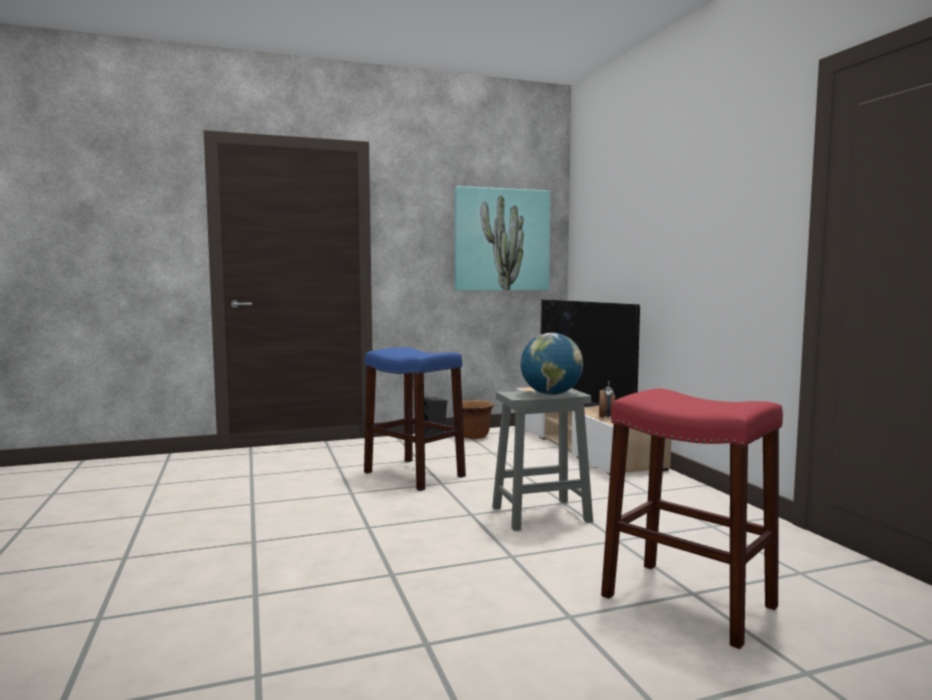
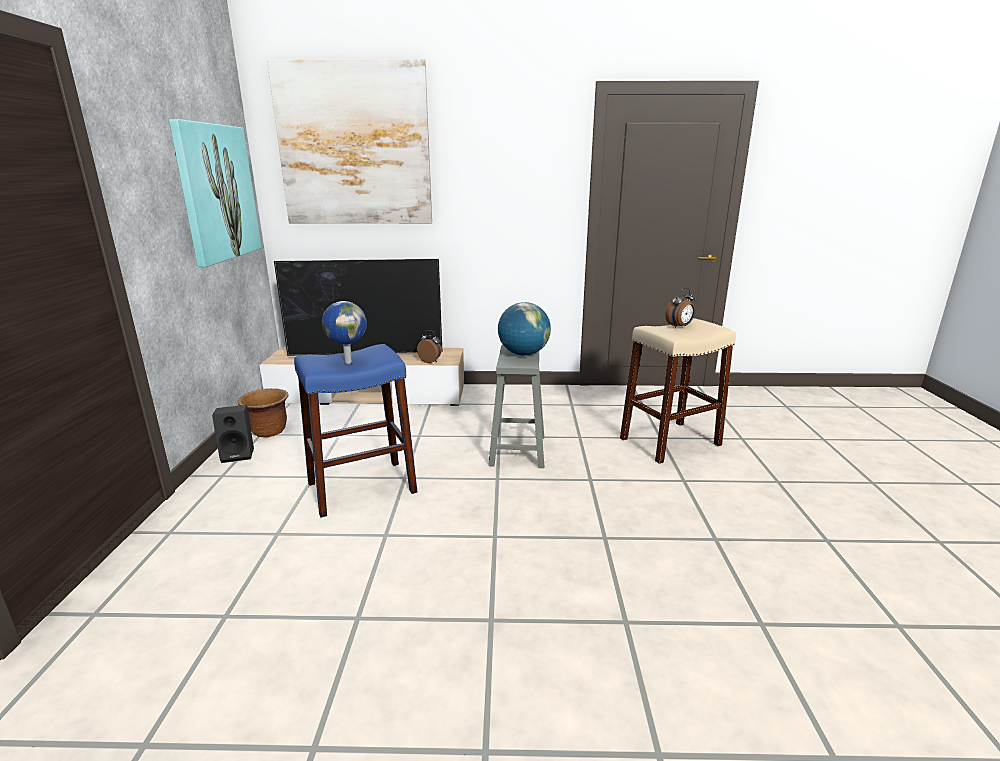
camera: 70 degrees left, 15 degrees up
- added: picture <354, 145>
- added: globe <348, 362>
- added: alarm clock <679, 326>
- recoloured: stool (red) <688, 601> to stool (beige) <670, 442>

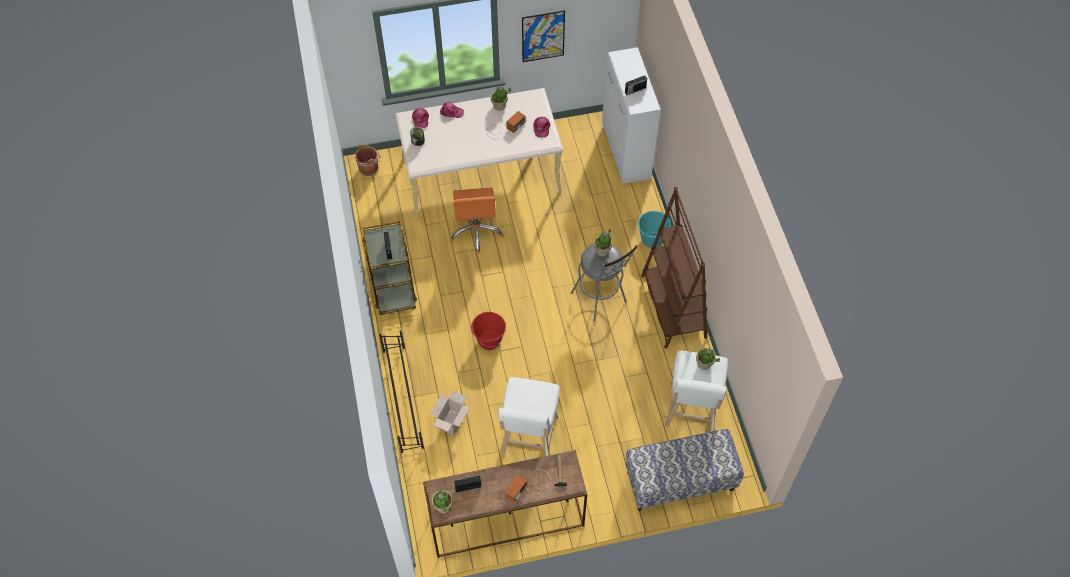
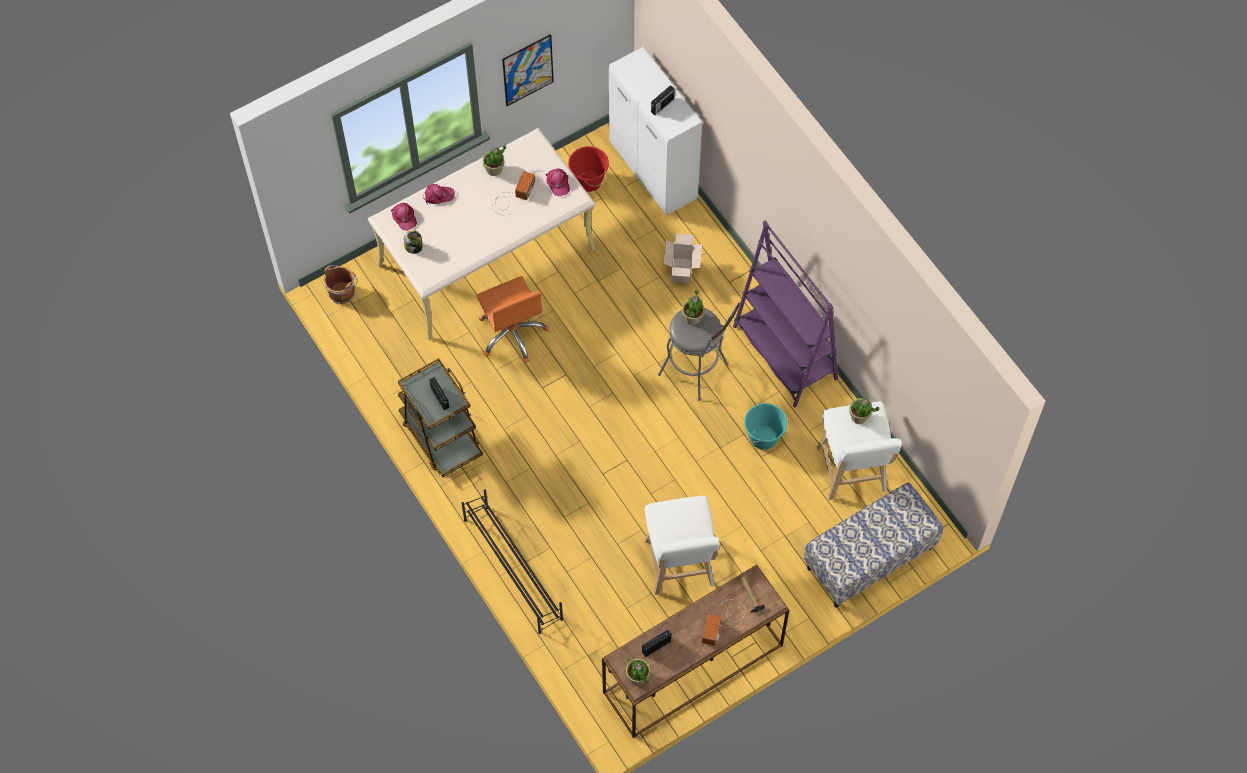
camera: 20 degrees left, 5 degrees up
- moved: cardboard box <452, 423> to <682, 271>
- moved: bucket (red) <489, 340> to <588, 181>
- moved: bucket (turquoise) <652, 239> to <763, 438>
- recoloured: bookcase (brown) <673, 306> to bookcase (purple) <785, 353>

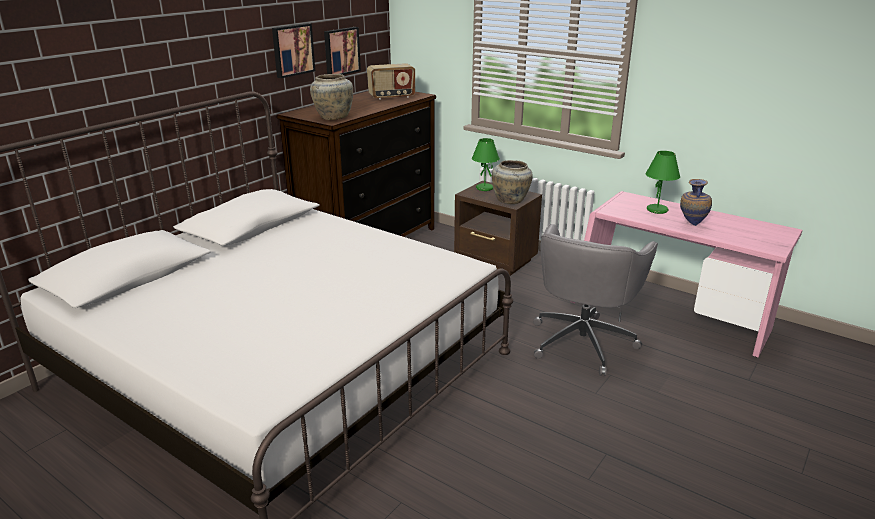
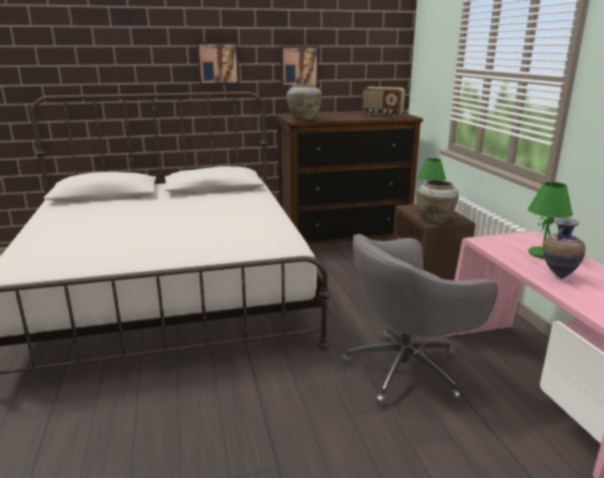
camera: 40 degrees right, 5 degrees down
- moved: picture <341, 51> to <218, 63>

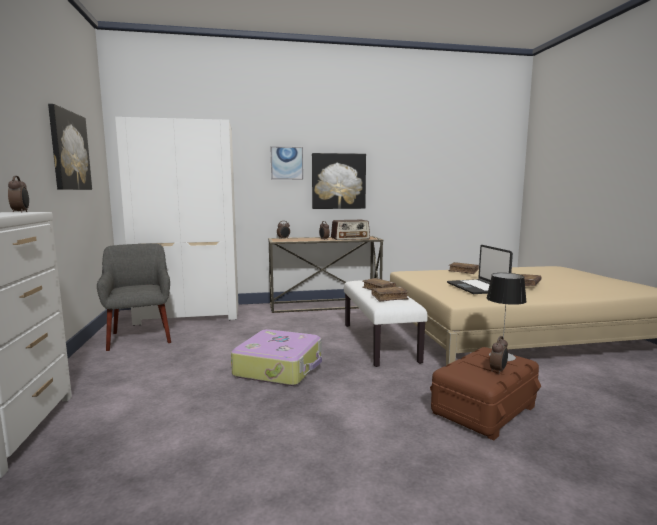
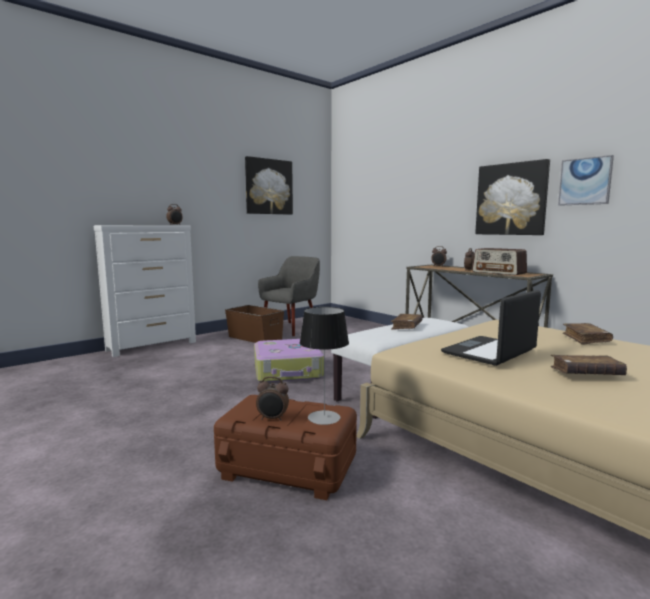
camera: 60 degrees right, 0 degrees up
- removed: wardrobe (white) <190, 314>
- removed: book (brown) <389, 298>
- added: storage box (brown) <255, 338>
- moved: picture <286, 163> to <585, 181>

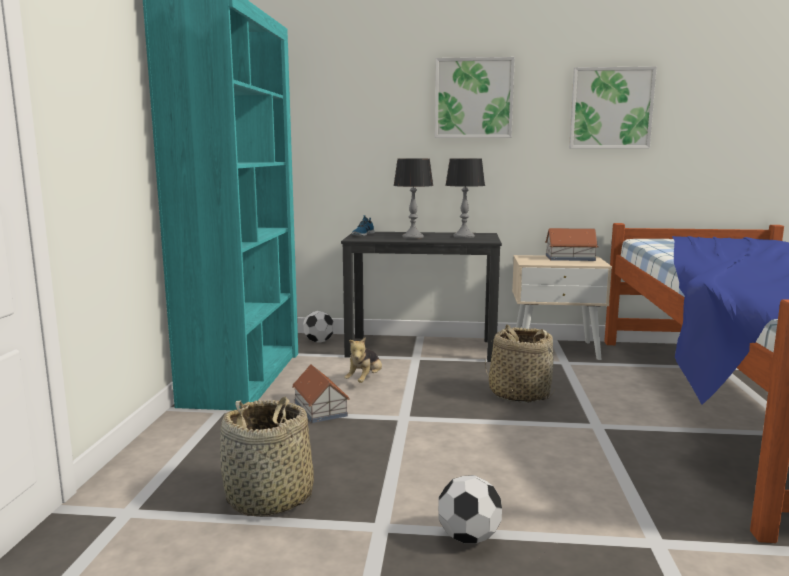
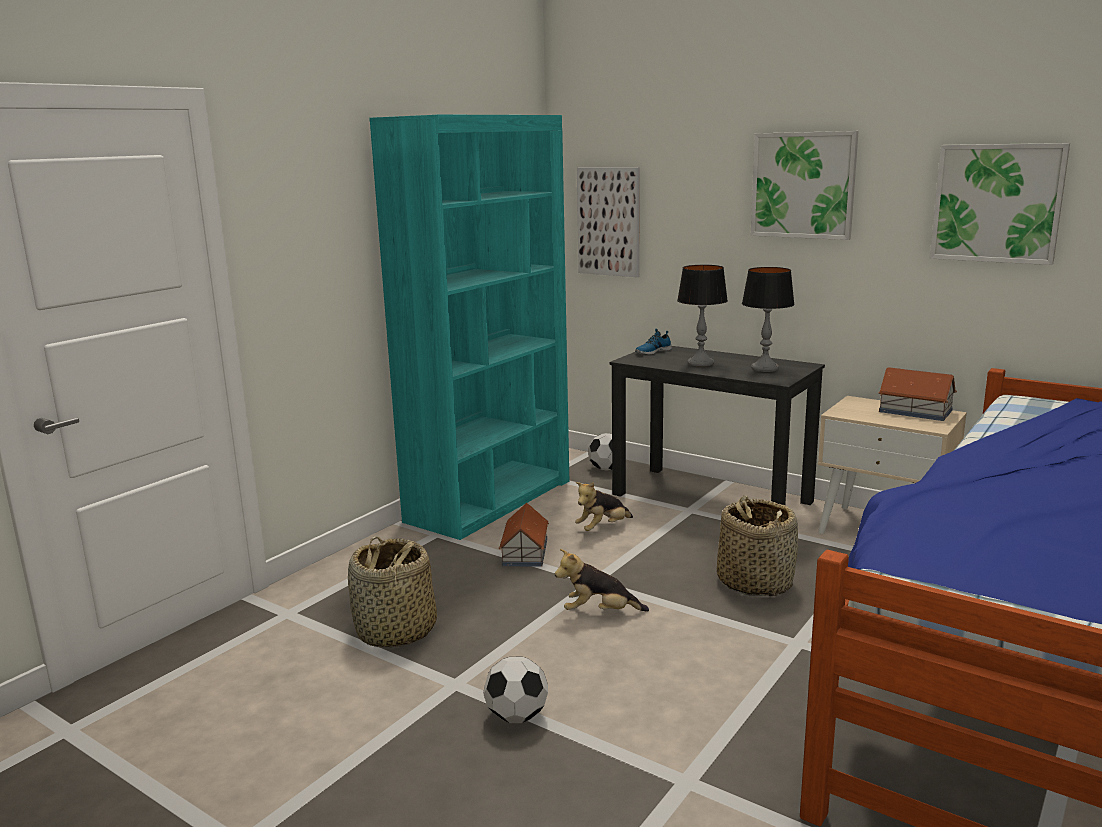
camera: 30 degrees right, 5 degrees up
- added: plush toy <599, 612>
- added: picture <609, 221>

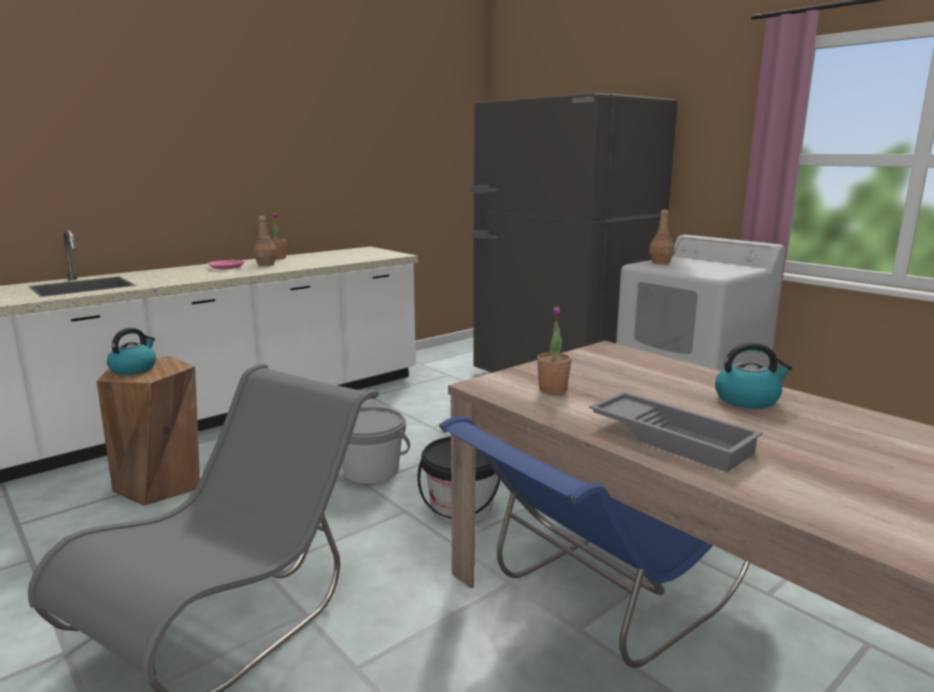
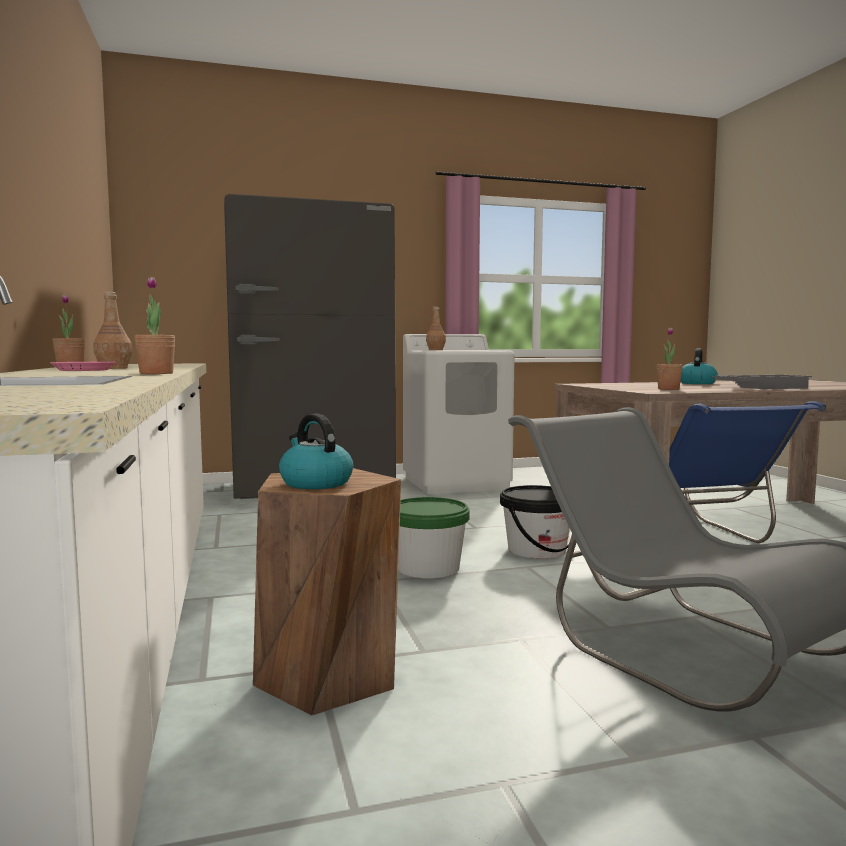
camera: 65 degrees left, 10 degrees down
- added: potted plant <156, 373>
- recoloured: bucket (grey) <371, 471> to bucket (green) <428, 568>

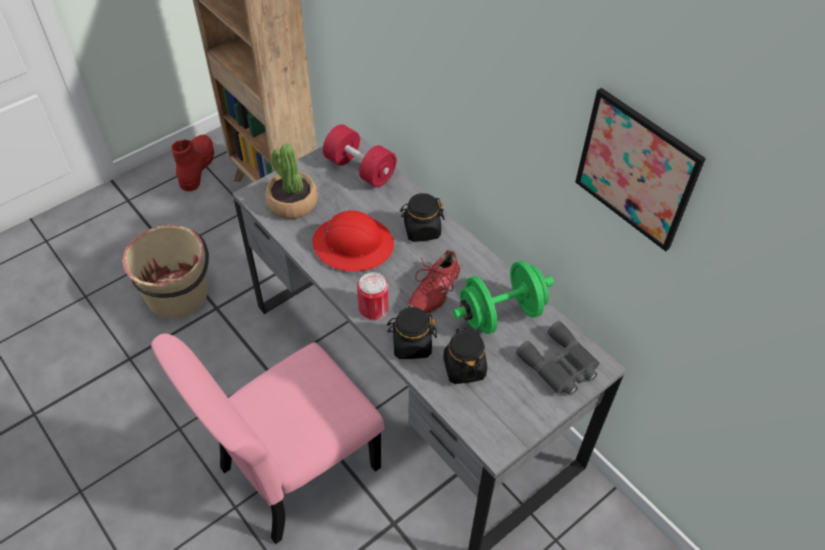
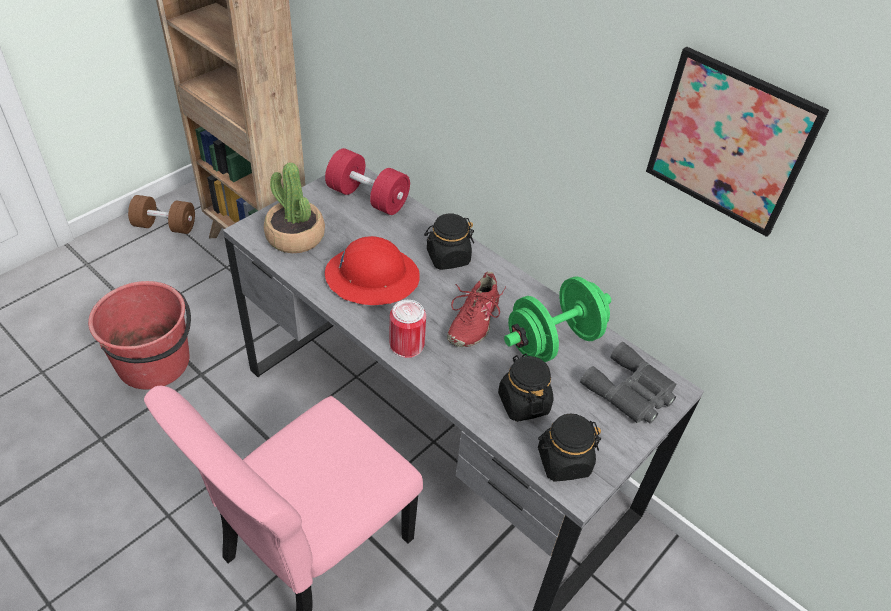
camera: 10 degrees left, 5 degrees down
- moved: jar (black) <411, 345> to <563, 461>
- replaced: boot (red) <196, 168> to dumbbell (brown) <165, 226>
- recoloured: bucket (beige) <178, 295> to bucket (red) <155, 363>

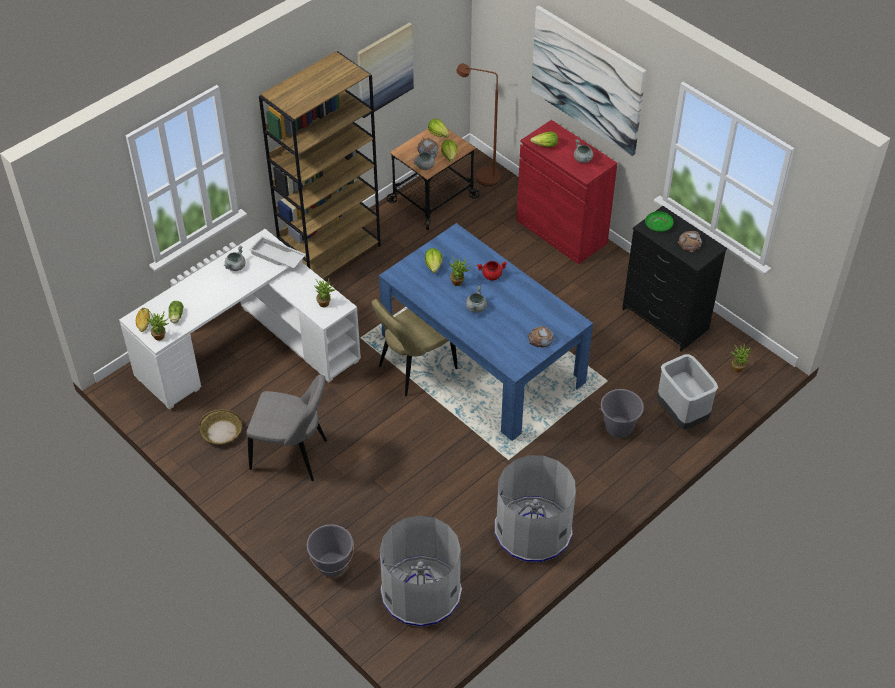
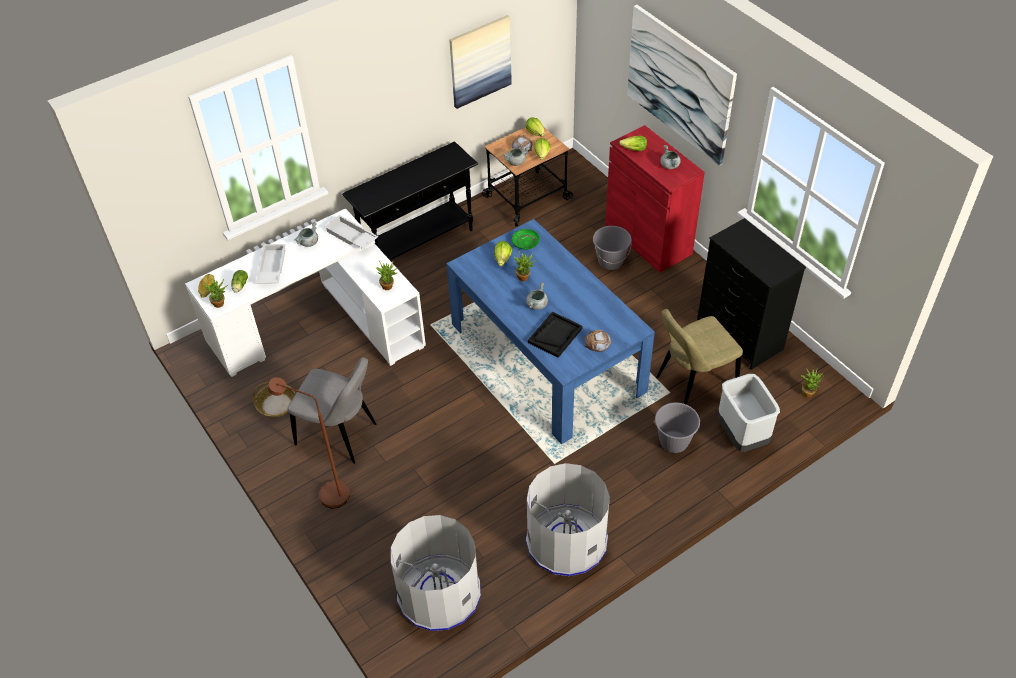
camera: 10 degrees right, 0 degrees up
- removed: cooking pot (red) <491, 276>
- removed: bread <690, 243>
- added: tray (white) <271, 268>
- added: tray (black) <555, 335>
- moved: bucket (grey) <332, 564> to <610, 261>
- moved: chair (beige) <414, 369> to <692, 383>
- moved: floor lamp (brown) <481, 176> to <327, 492>
- moved: plate (green) <658, 225> to <525, 242>
- replaced: bookcase (brown) <331, 256> to console table (black) <418, 243>

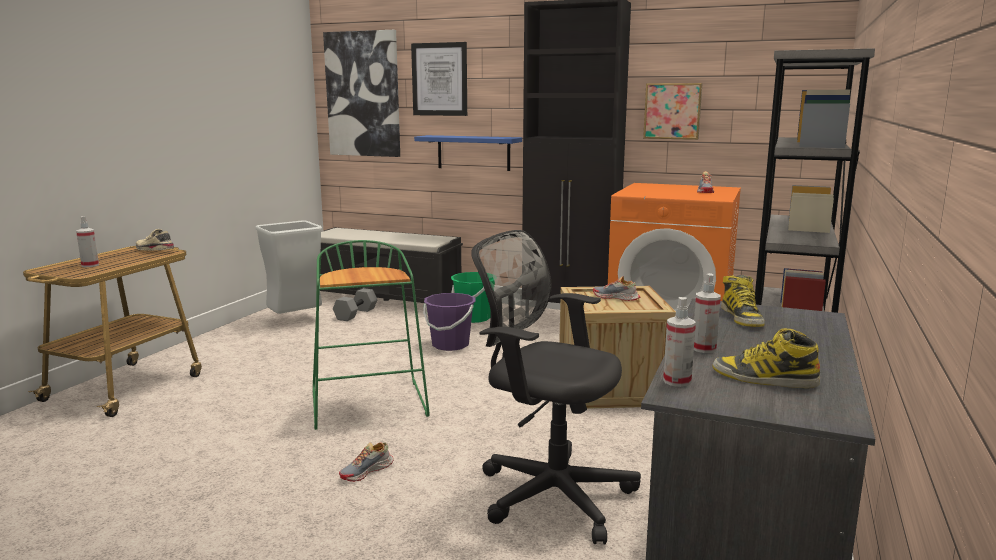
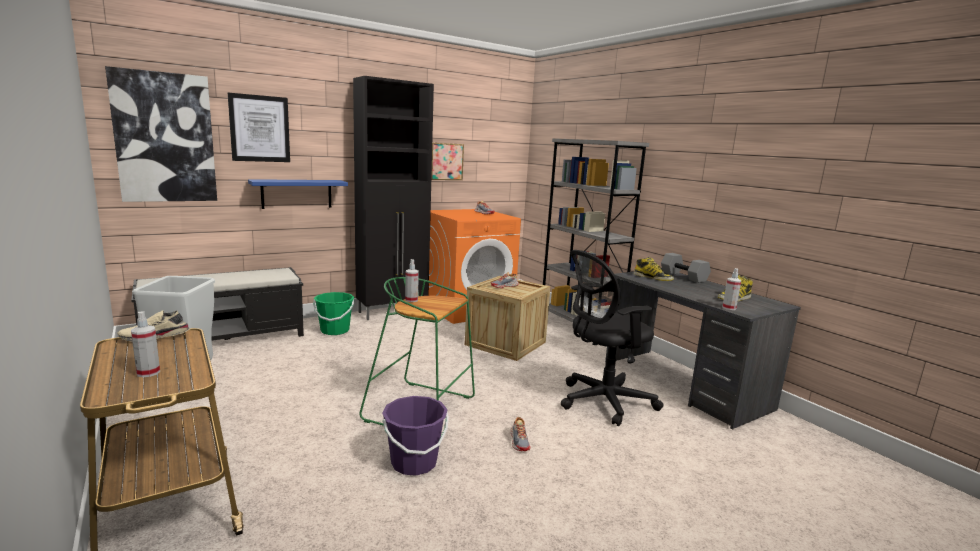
camera: 55 degrees left, 0 degrees up
- moved: dumbbell (grey) <356, 314> to <684, 277>
- moved: bucket (purple) <450, 345> to <414, 462>
- moved: spray bottle <704, 348> to <411, 300>

